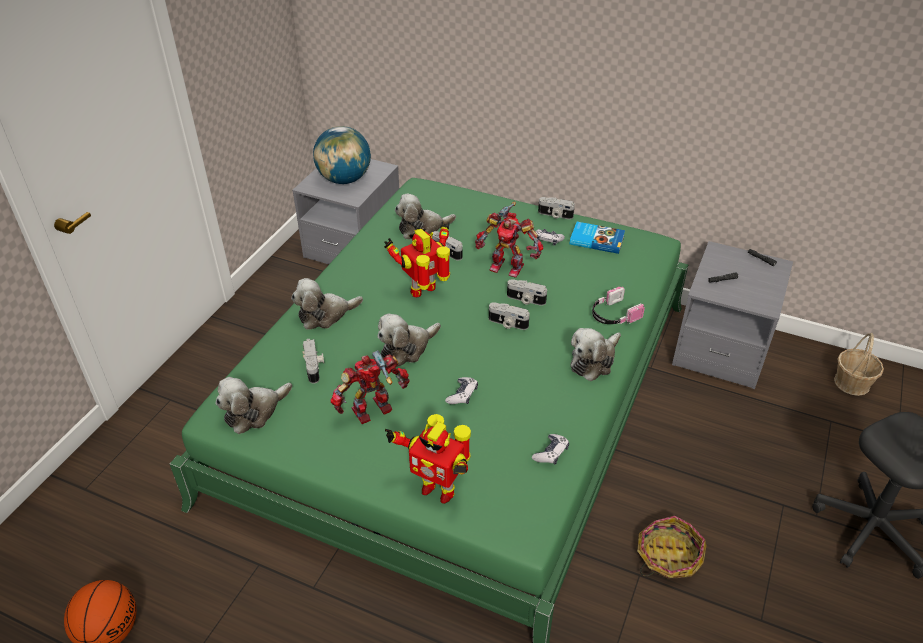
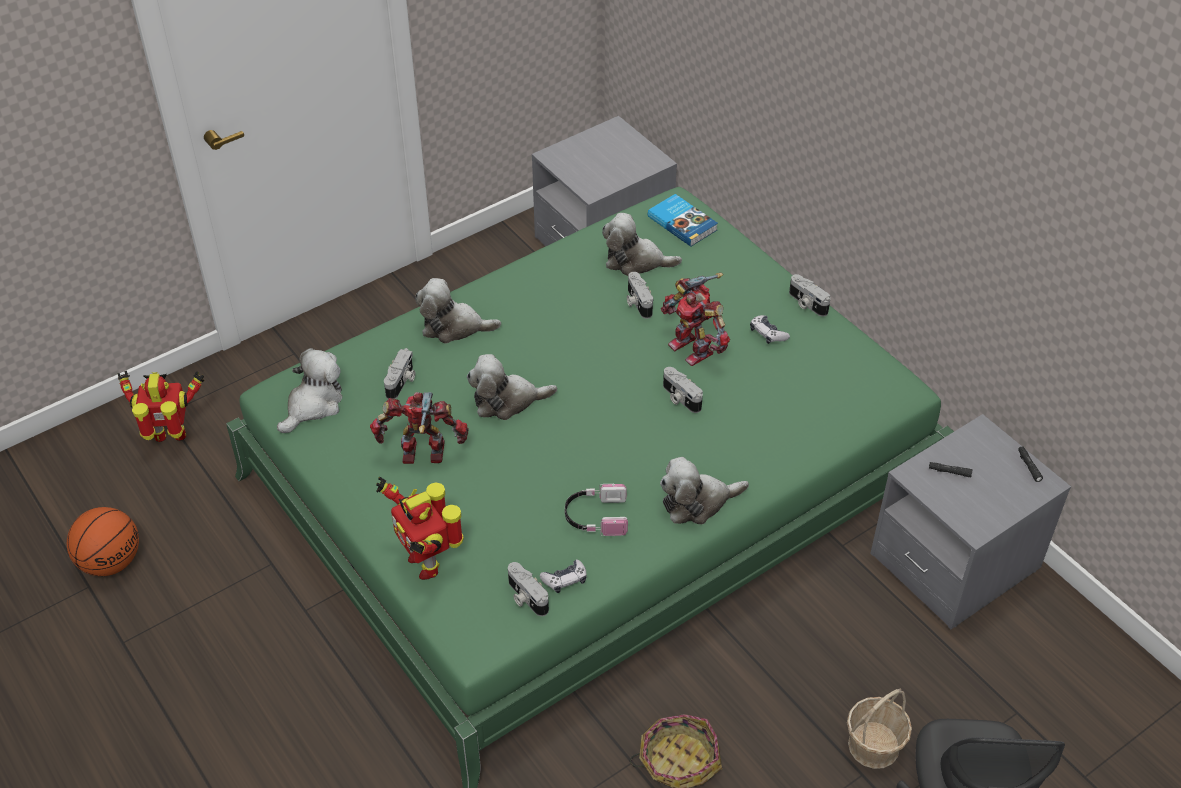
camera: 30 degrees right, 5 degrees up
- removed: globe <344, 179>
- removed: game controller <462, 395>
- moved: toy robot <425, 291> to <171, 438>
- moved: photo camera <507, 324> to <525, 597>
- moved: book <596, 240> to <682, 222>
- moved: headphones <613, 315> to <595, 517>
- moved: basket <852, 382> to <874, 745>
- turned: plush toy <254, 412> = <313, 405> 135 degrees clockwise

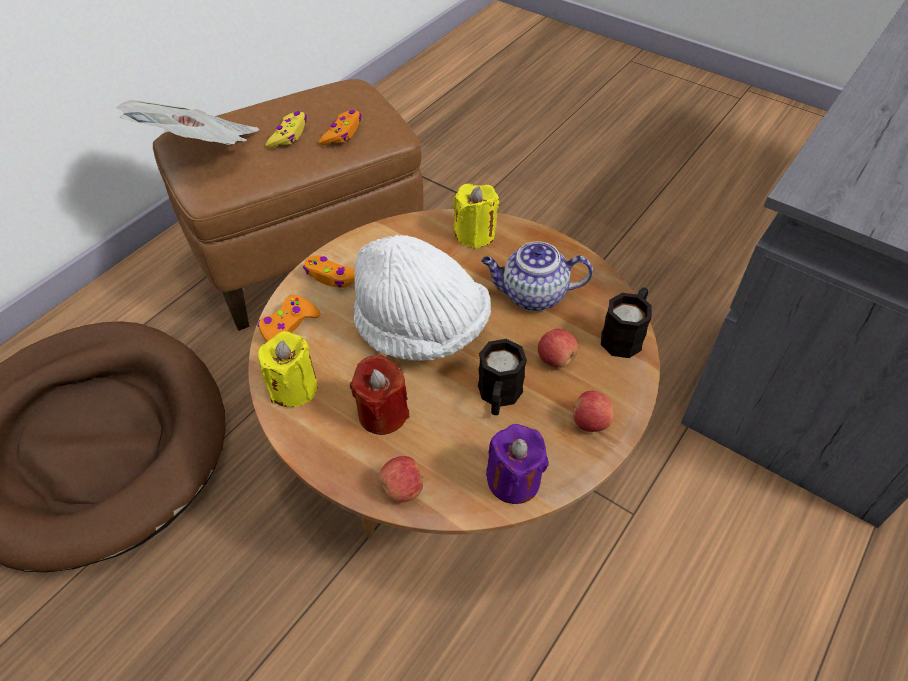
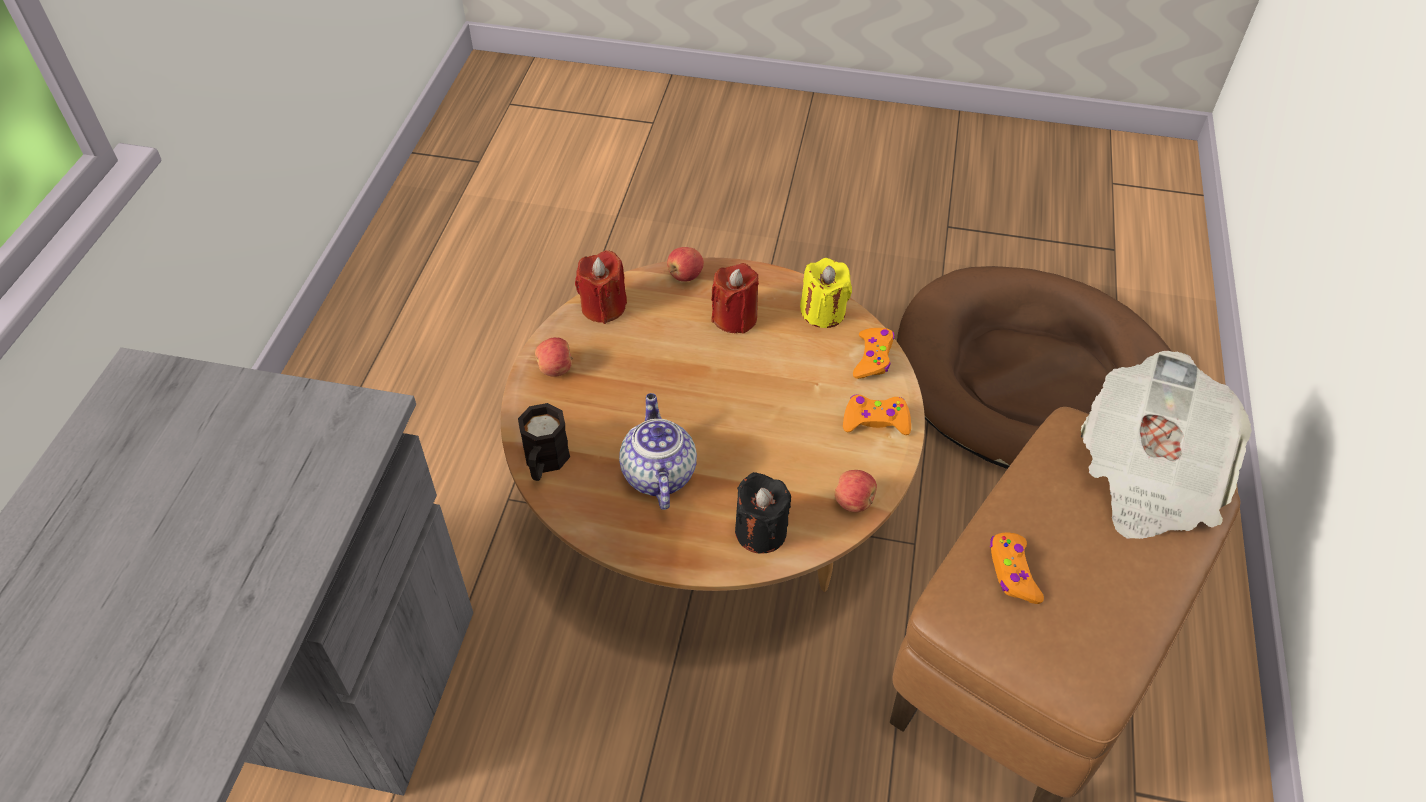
camera: 155 degrees right, 0 degrees up
- removed: game controller (yellow) <289, 135>
- removed: hat (white) <421, 330>
- removed: mug (black) <498, 396>
- moved: apple <555, 359> to <853, 502>
- recoloured: candle (yellow) <475, 234> to candle (black) <760, 531>
- recoloured: candle (purple) <513, 480> to candle (red) <603, 307>
- turned: teapot <532, 295> = <657, 473> 75 degrees counterclockwise

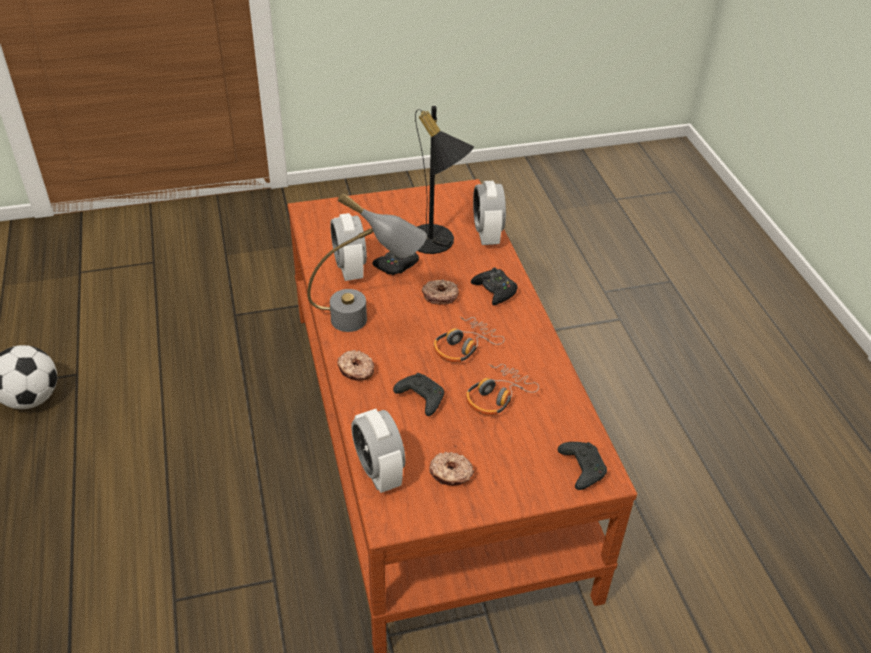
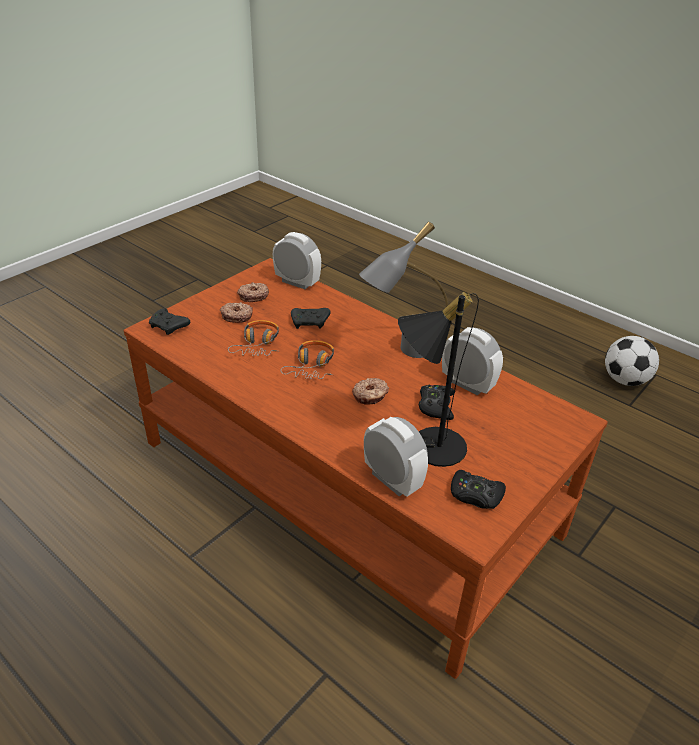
camera: 145 degrees right, 5 degrees down
- moved: donut <356, 370> to <237, 316>
- moved: game controller (black) <495, 290> to <475, 495>

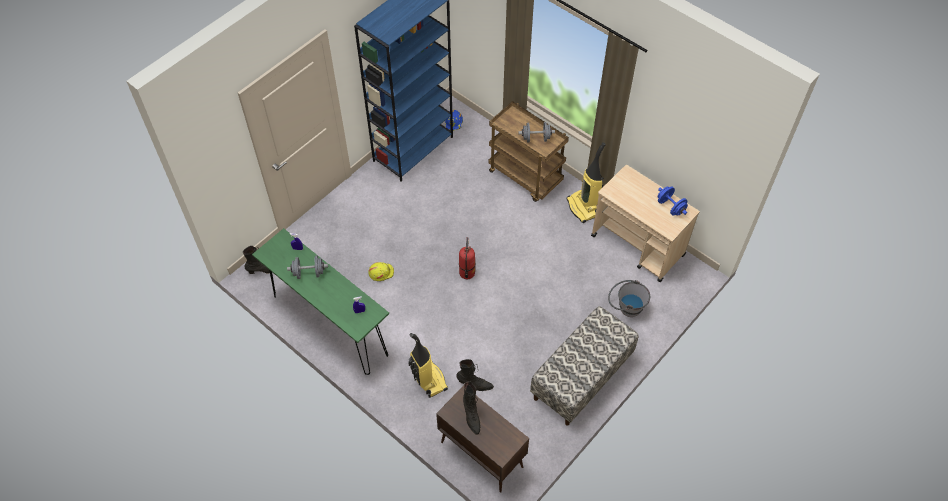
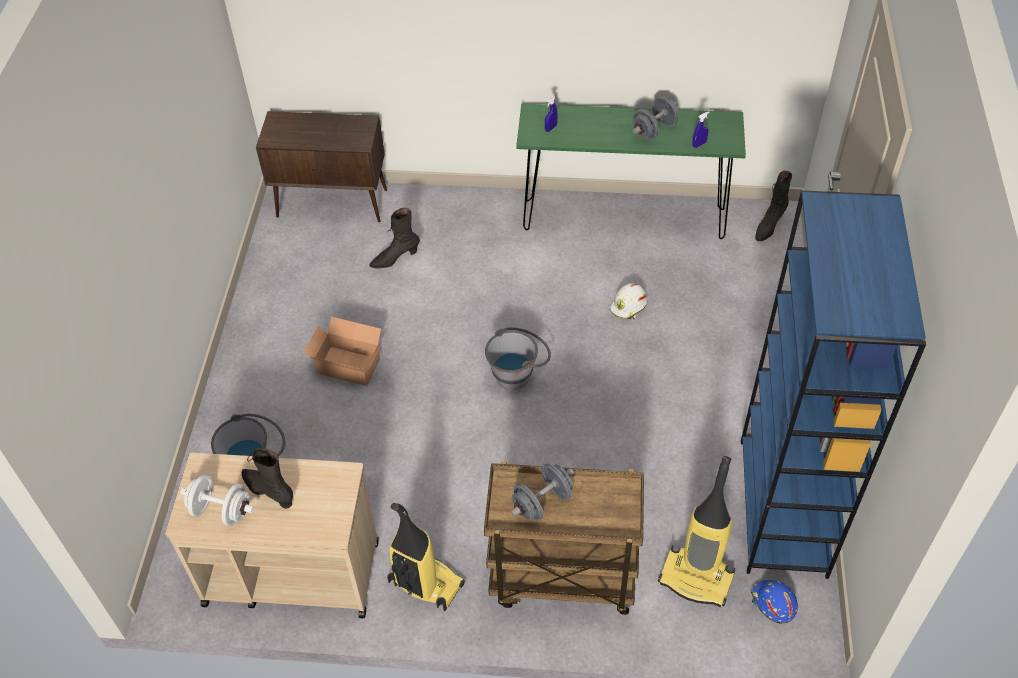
camera: 145 degrees right, 5 degrees down
- removed: bench <581, 378>
- added: cardboard box <348, 363>
- moved: vacuum cleaner <428, 379> to <697, 578>
- moved: boot (black) <471, 416> to <269, 491>
- replaced: fire extinguisher <466, 273> to bucket (grey) <518, 373>
- recoloured: hard hat (yellow) <381, 272> to hard hat (white) <629, 306>
- recoloured: dumbbell (blue) <670, 207> to dumbbell (white) <221, 510>

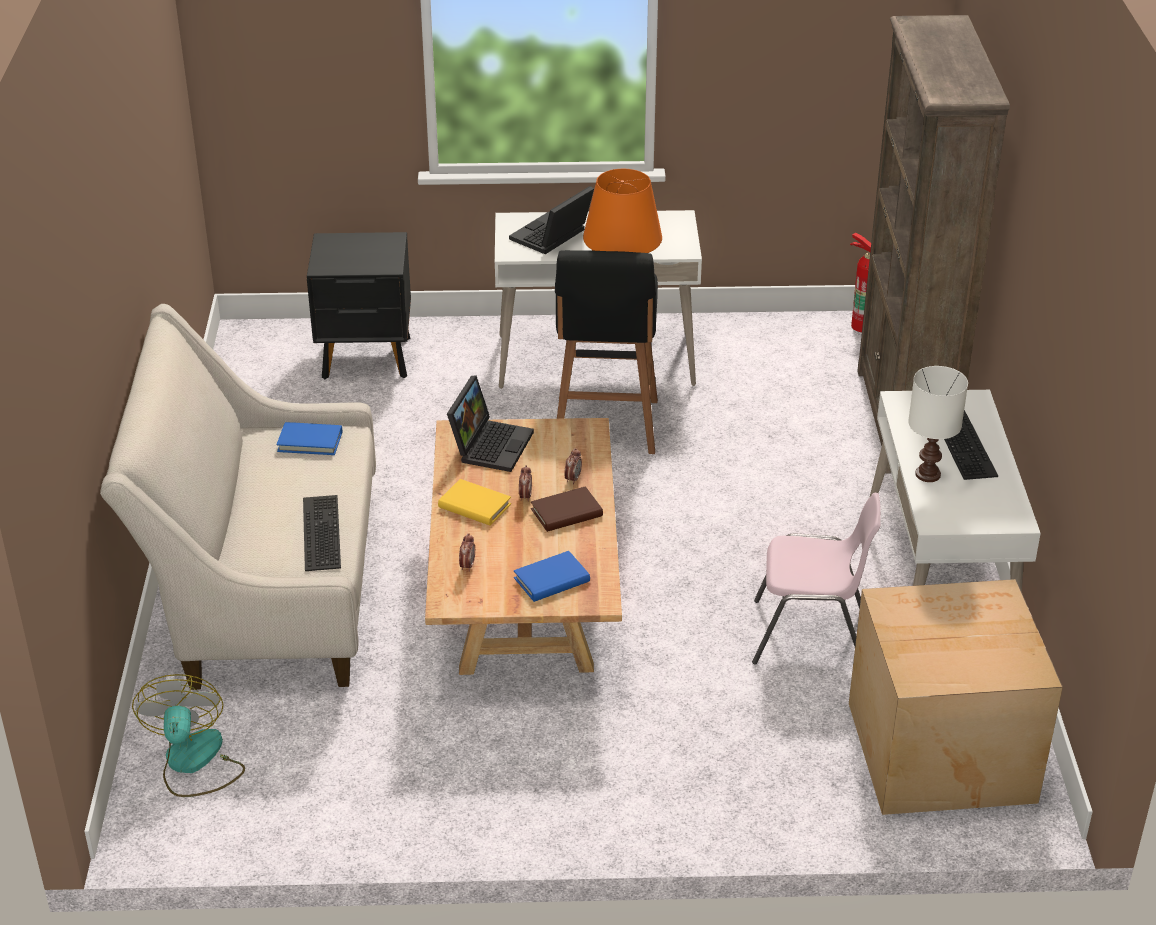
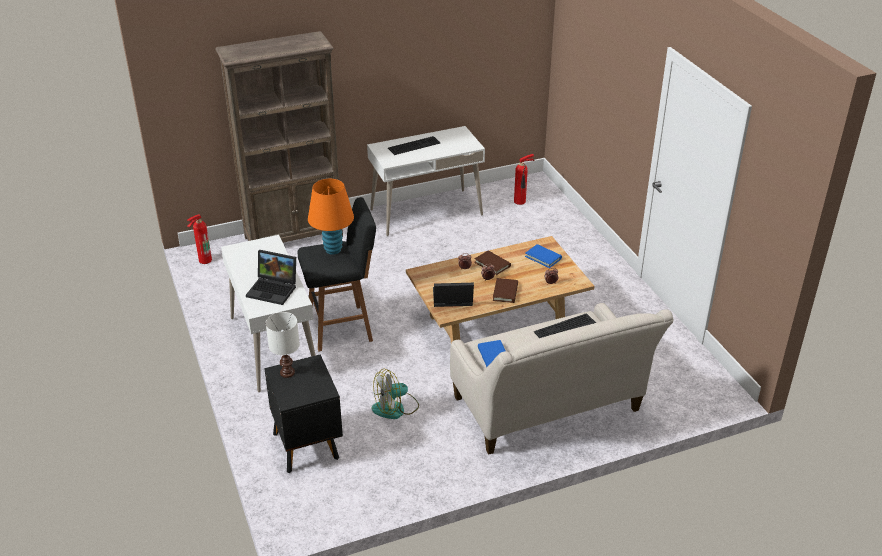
camera: 110 degrees left, 0 degrees up
- removed: chair (pink) <811, 636>
- moved: fan <194, 763> to <395, 408>
- moved: table lamp (white) <926, 475> to <287, 373>
- replaced: cardboard box <937, 750> to fire extinguisher <521, 202>
- recoloured: book (yellow) <474, 506> to book (brown) <505, 292>

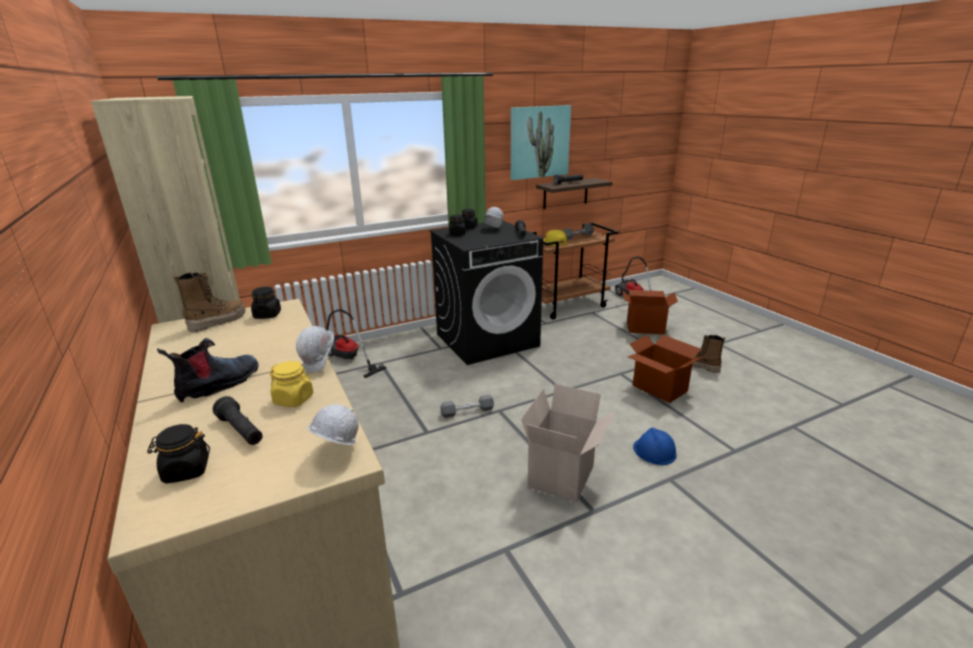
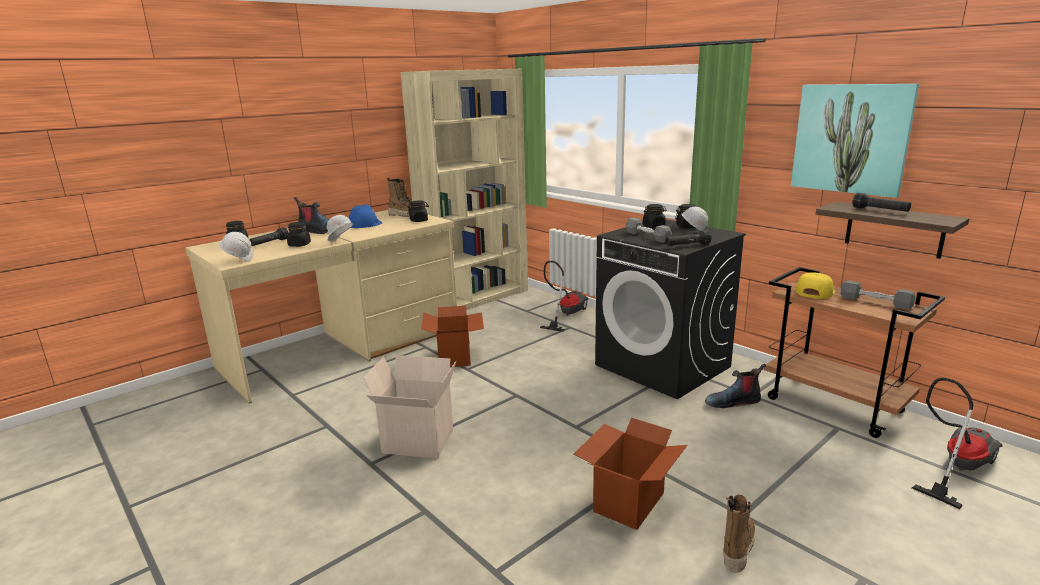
camera: 75 degrees right, 5 degrees down
- added: boot <733, 402>
- moved: dumbbell (grey) <467, 411> to <647, 236>
- moved: cardboard box <645, 328> to <455, 357>
- moved: hard hat (blue) <654, 451> to <364, 224>
- recoloured: jar (yellow) <294, 399> to jar (black) <299, 245>

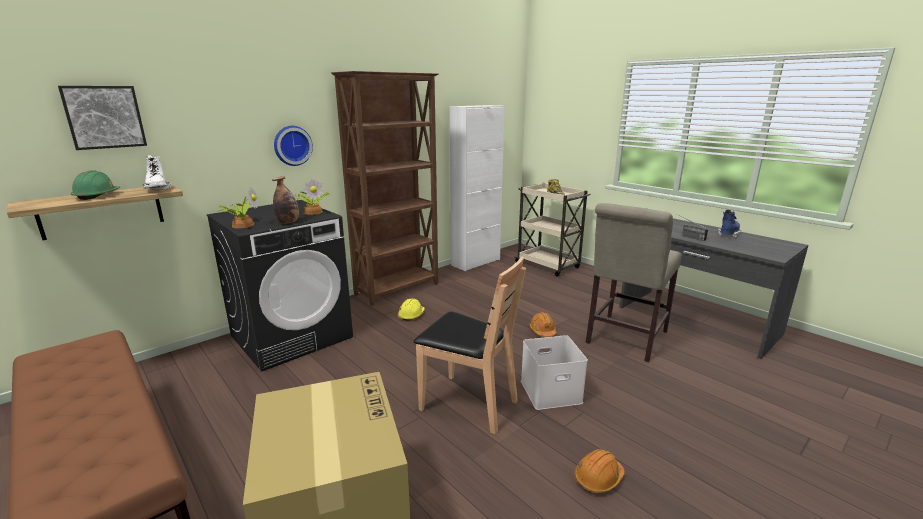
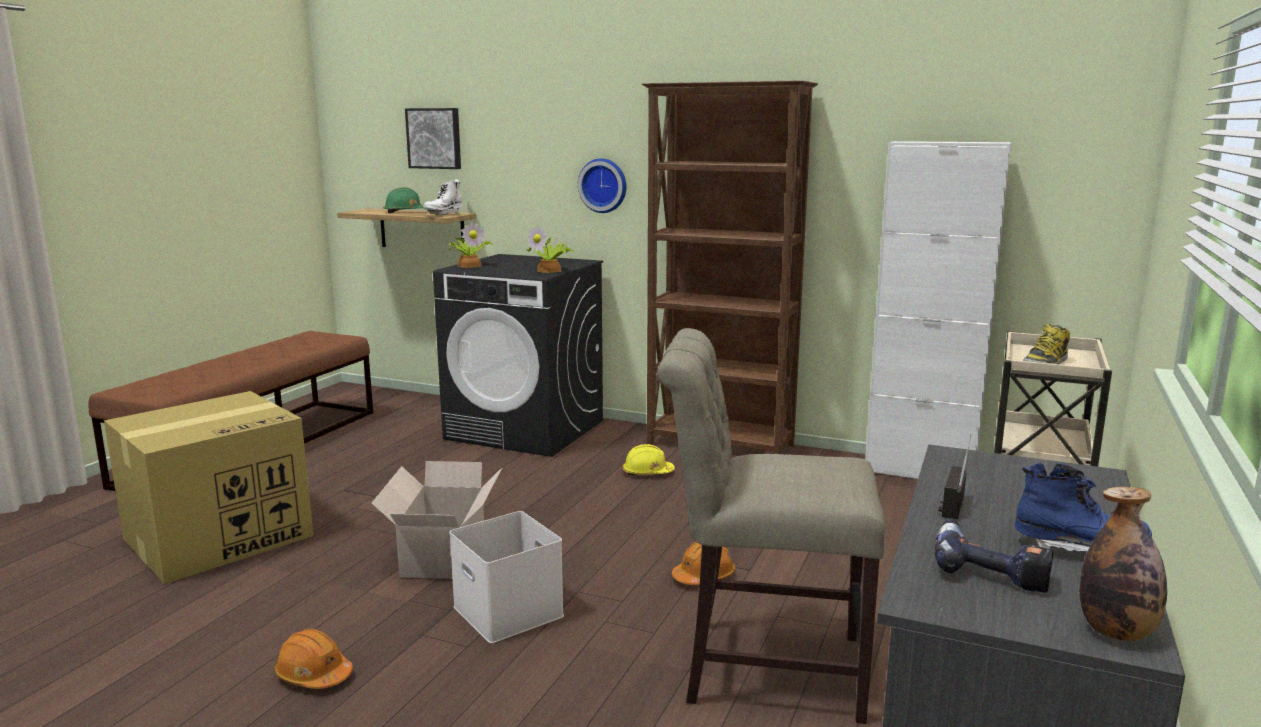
camera: 65 degrees right, 5 degrees down
- added: power drill <990, 568>
- moved: bottle <288, 222> to <1116, 632>
- replaced: chair (brown) <468, 403> to cardboard box <442, 557>

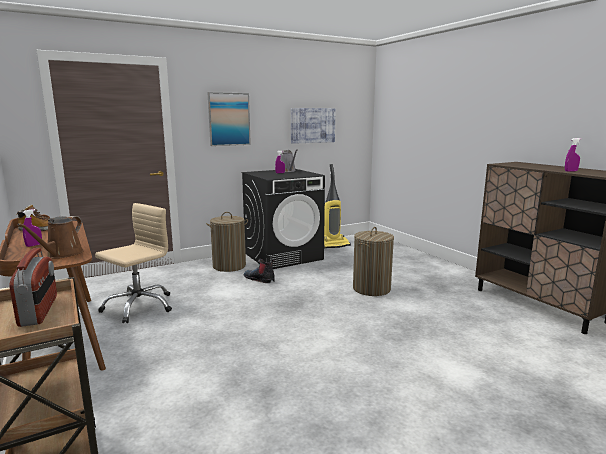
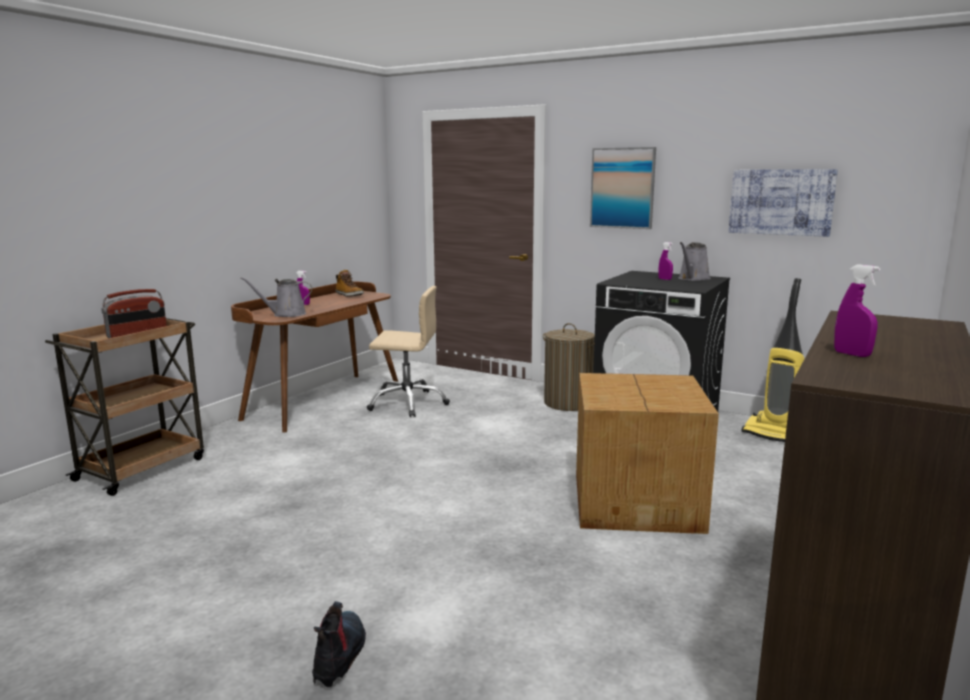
camera: 60 degrees right, 0 degrees up
- moved: boot <260, 279> to <340, 655>
- replaced: laundry basket <371, 288> to cardboard box <638, 501>
- recoloured: watering can (brown) <62, 254> to watering can (grey) <286, 314>

